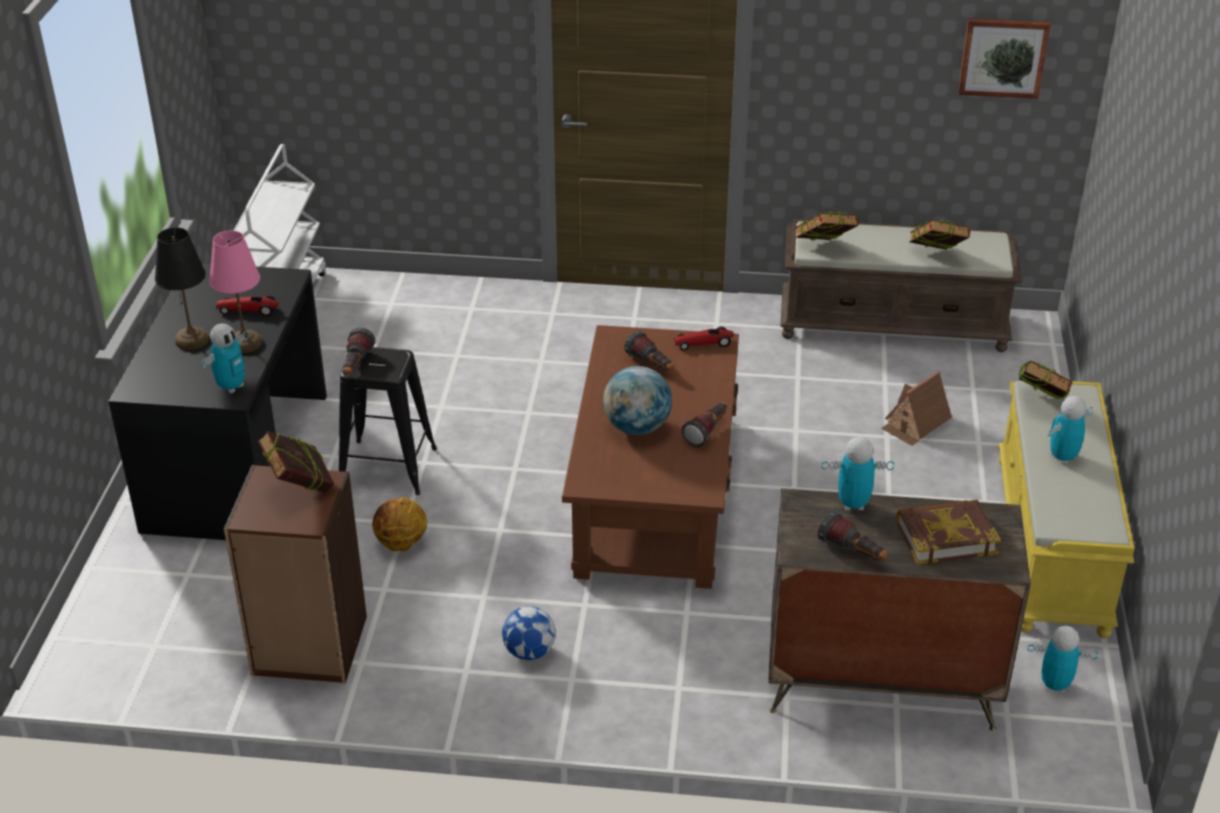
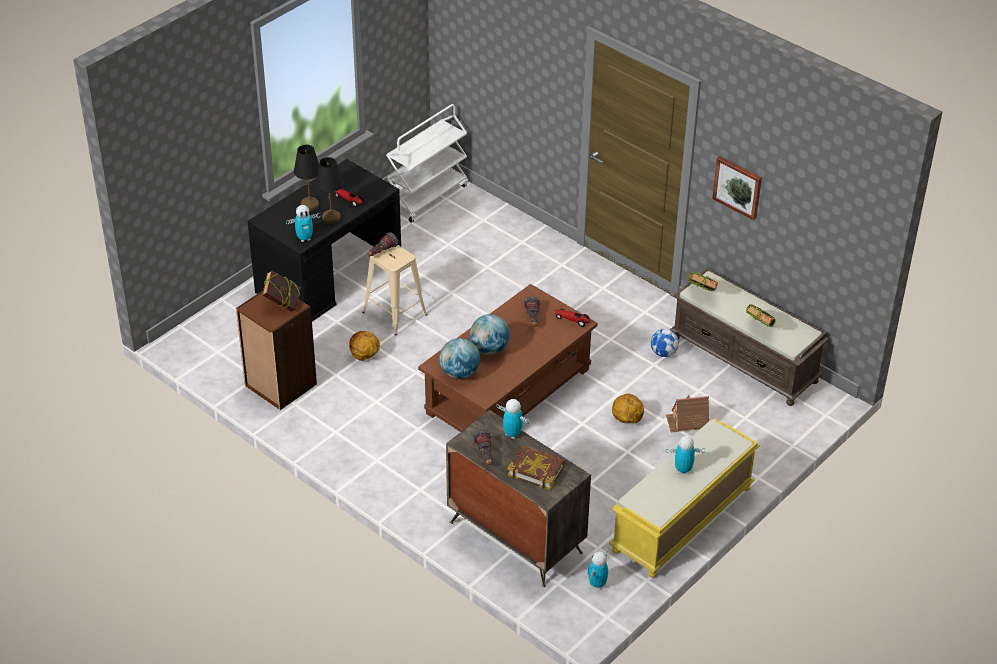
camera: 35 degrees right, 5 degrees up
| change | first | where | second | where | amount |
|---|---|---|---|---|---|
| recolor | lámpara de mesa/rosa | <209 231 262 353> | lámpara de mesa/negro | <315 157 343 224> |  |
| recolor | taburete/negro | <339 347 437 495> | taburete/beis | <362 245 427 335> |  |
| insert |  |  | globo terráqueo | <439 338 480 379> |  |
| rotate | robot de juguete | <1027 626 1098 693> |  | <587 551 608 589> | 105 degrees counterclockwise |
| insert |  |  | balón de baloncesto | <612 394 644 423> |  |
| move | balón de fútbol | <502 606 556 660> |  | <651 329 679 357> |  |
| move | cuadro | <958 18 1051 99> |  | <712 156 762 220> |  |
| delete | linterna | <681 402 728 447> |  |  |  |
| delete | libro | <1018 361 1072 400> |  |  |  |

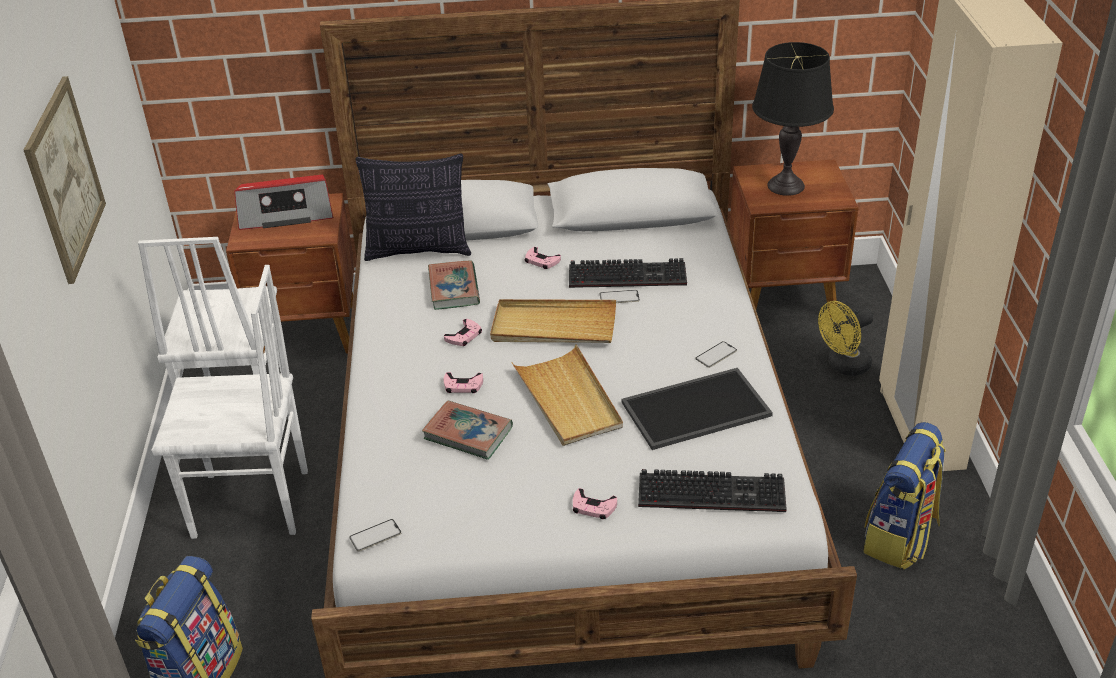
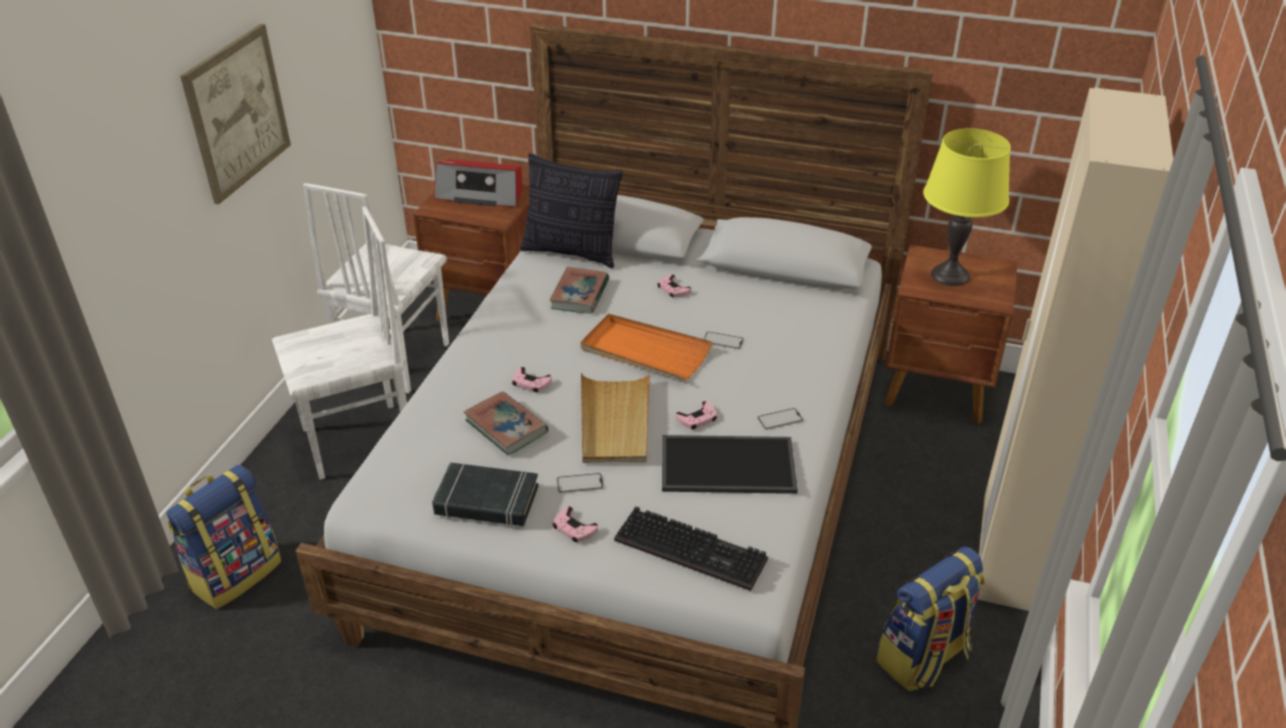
camera: 20 degrees right, 0 degrees up
| change | first | where | second | where | amount |
|---|---|---|---|---|---|
| rotate | silla/blanco | <151 265 308 539> |  | <272 206 407 480> | 45 degrees counterclockwise |
| insert |  |  | libro/negro | <432 462 539 527> |  |
| move | móvil | <349 519 401 552> |  | <557 473 603 493> |  |
| recolor | bandeja/beis | <490 299 616 343> | bandeja/naranja | <581 314 712 380> |  |
| move | mando de consola/rosa | <444 319 482 346> |  | <676 401 717 430> |  |
| recolor | lámpara de mesa/negro | <752 42 834 196> | lámpara de mesa/amarillo | <923 128 1011 286> |  |
| delete | teclado | <569 258 687 288> |  |  |  |
| delete | ventilador/amarillo | <818 301 873 376> |  |  |  |

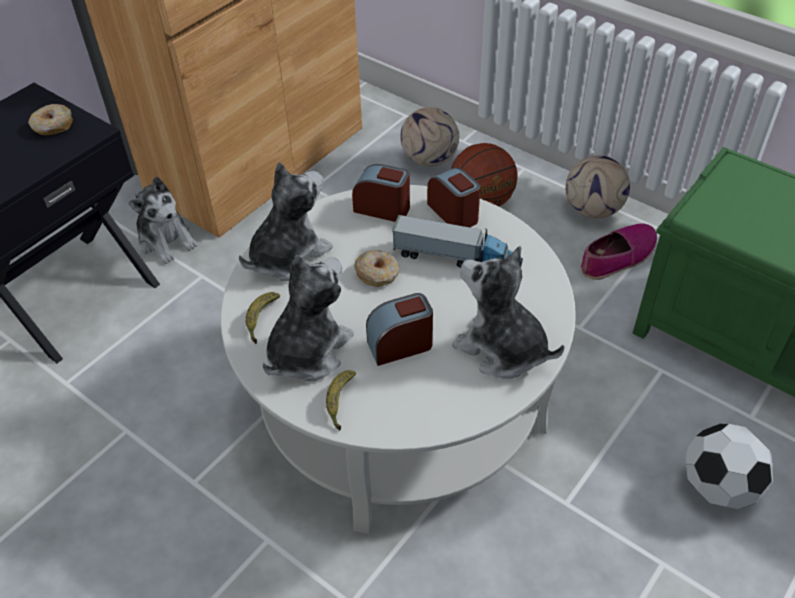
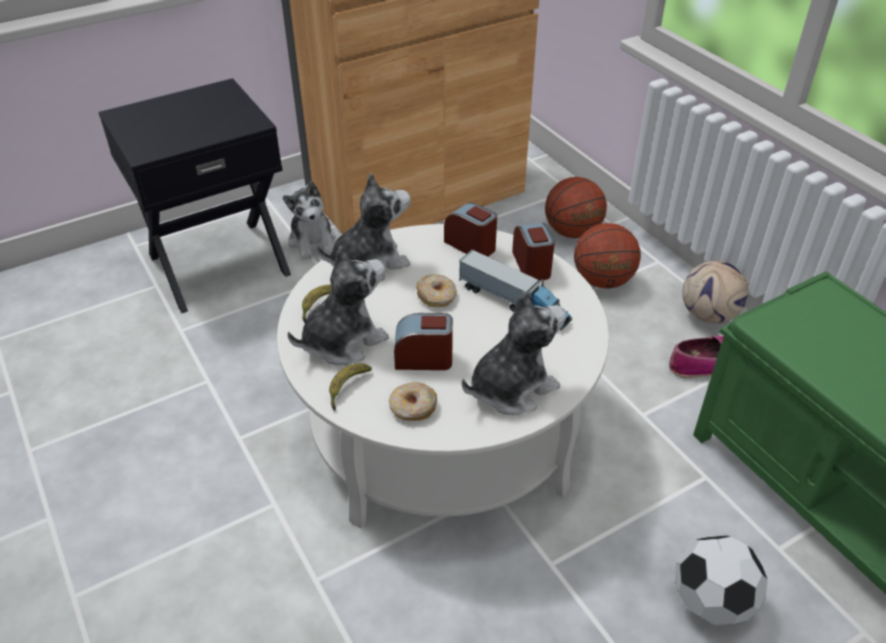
camera: 20 degrees right, 5 degrees down
| change | first | where | second | where | amount |
|---|---|---|---|---|---|
| move | rosquilla | <28 104 73 135> |  | <388 382 437 421> |  |
| rotate | peluche | <452 246 564 379> |  | <462 291 566 415> | 90 degrees clockwise |
| replace | balón de fútbol | <400 107 459 167> | balón de baloncesto | <545 177 607 238> |  |

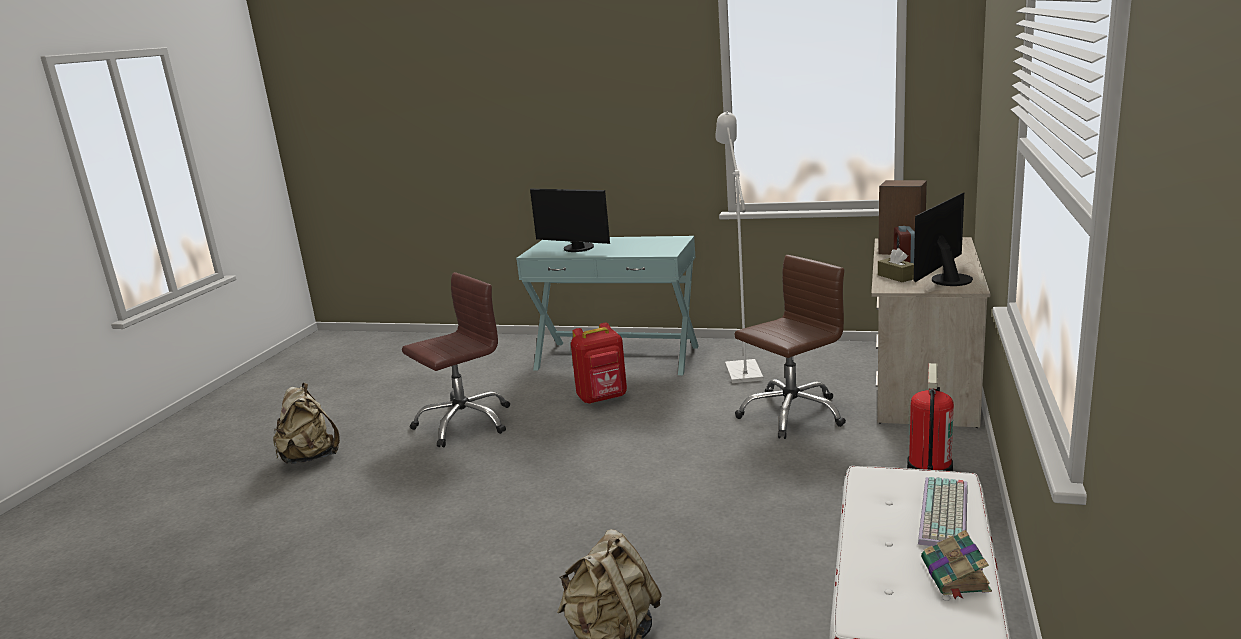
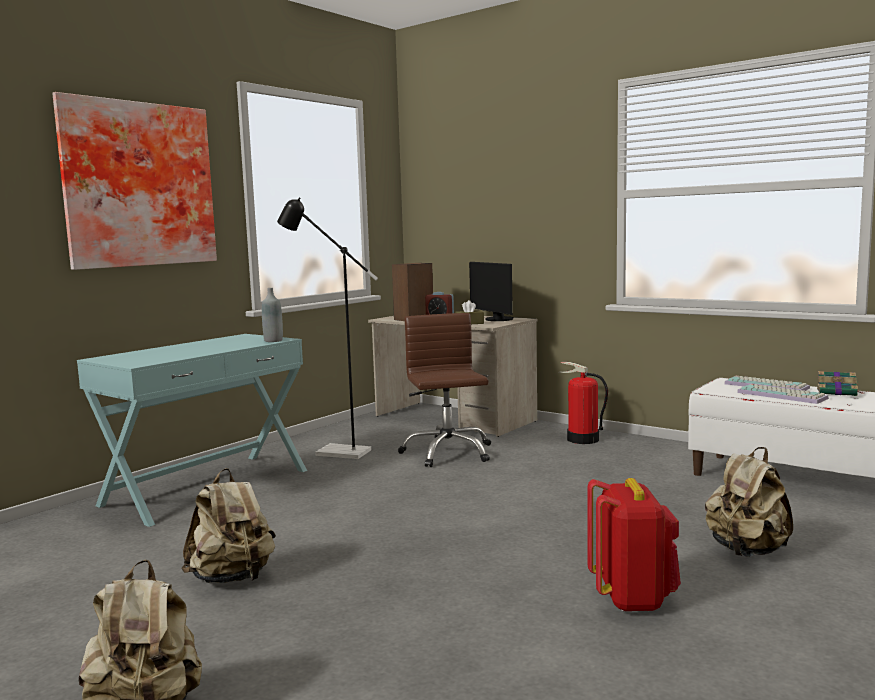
camera: 70 degrees left, 10 degrees down
| change | first | where | second | where | amount |
|---|---|---|---|---|---|
| insert |  |  | cuadro | <52 92 217 270> |  |
| replace | silla de oficina/marrón | <402 272 510 447> | mochila/beis | <181 468 276 583> |  |
| insert |  |  | botella/gris | <262 288 283 342> |  |
| recolor | lámpara de pie/blanco | <715 111 763 383> | lámpara de pie/negro | <277 197 378 459> |  |
| move | mochila/rojo | <571 323 627 404> |  | <587 478 681 612> |  |
| insert |  |  | teclado | <737 384 829 404> |  |
| delete | monitor | <530 188 610 252> |  |  |  |

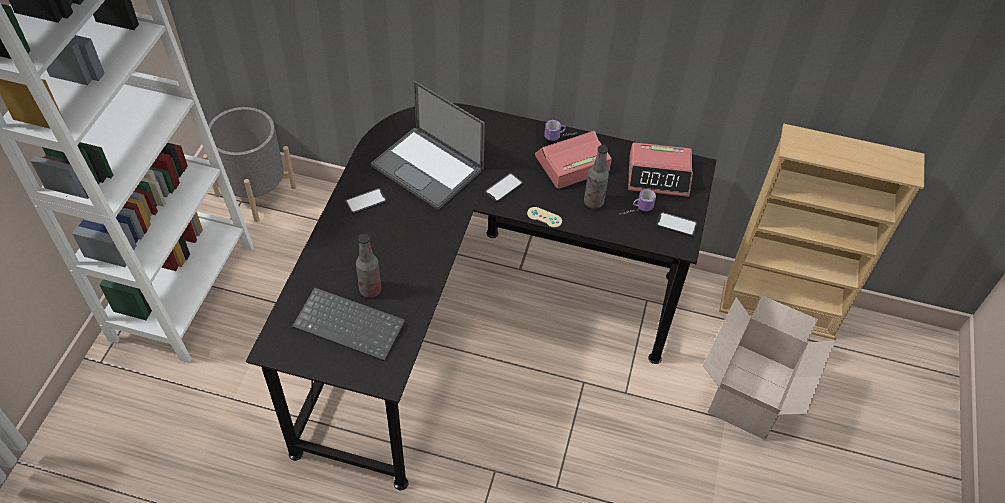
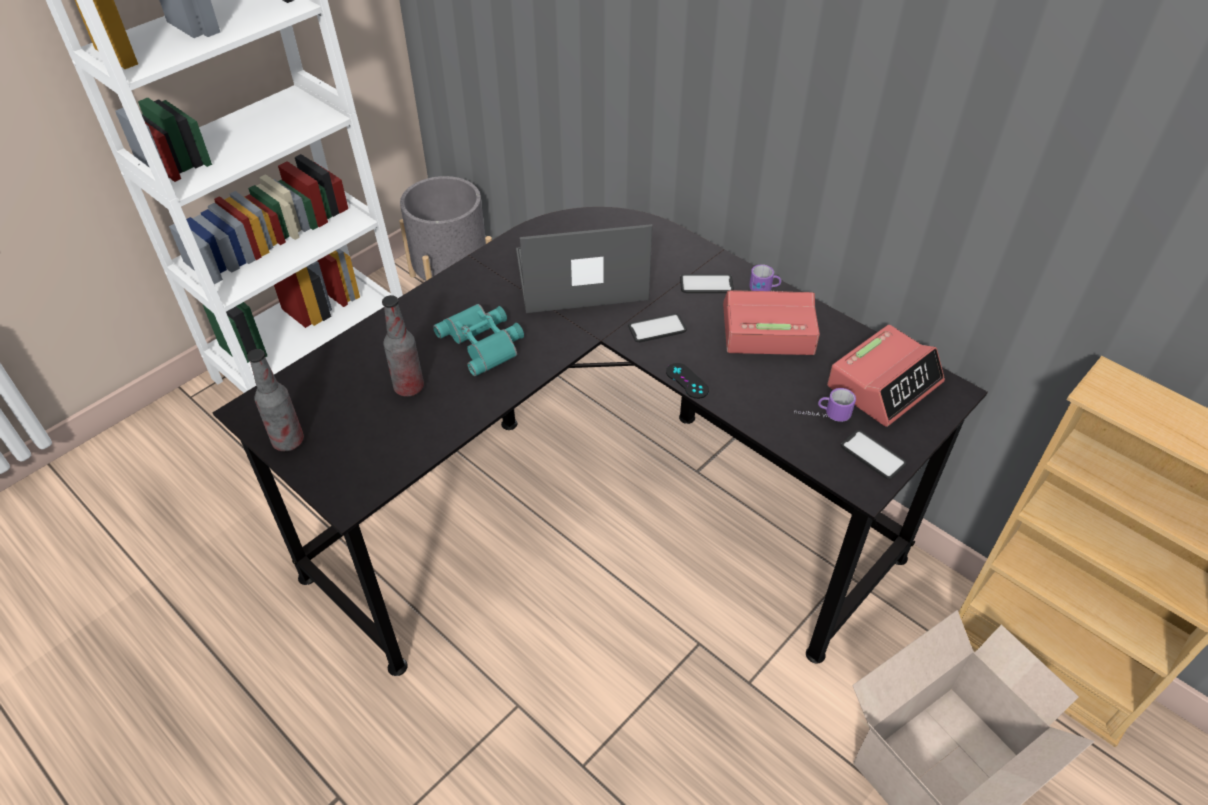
camera: 30 degrees right, 5 degrees down
| change | first | where | second | where | amount |
|---|---|---|---|---|---|
| move | botella | <584 145 609 209> |  | <247 349 304 451> |  |
| insert |  |  | prismáticos/turquesa | <433 304 524 376> |  |
| rotate | portátil | <371 81 485 210> |  | <516 224 652 313> | 105 degrees clockwise |
| recolor | mando de consola/beis | <527 207 562 228> | mando de consola/negro | <666 363 709 399> |  |
| move | móvil | <345 188 387 214> |  | <680 274 734 293> |  |
| rotate | despertador | <628 142 693 197> |  | <827 325 945 427> | 75 degrees counterclockwise |
| delete | teclado | <292 287 405 362> |  |  |  |

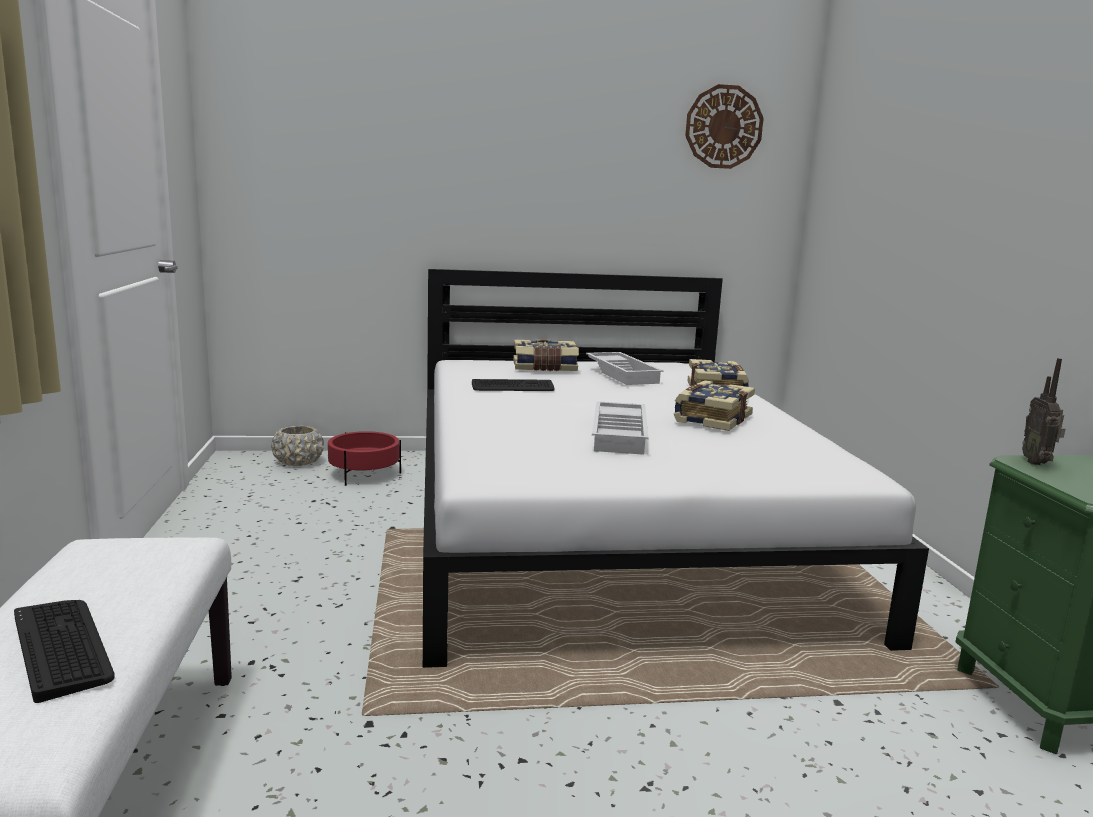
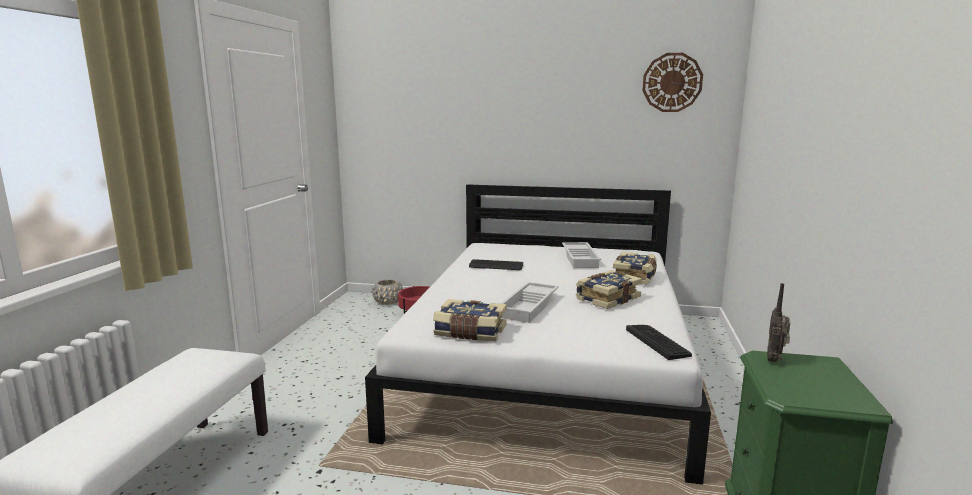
camera: 20 degrees right, 0 degrees up
| change | first | where | second | where | amount |
|---|---|---|---|---|---|
| move | libro | <513 339 579 371> |  | <433 299 507 342> |  |
| move | teclado | <14 600 115 703> |  | <626 325 692 360> |  |

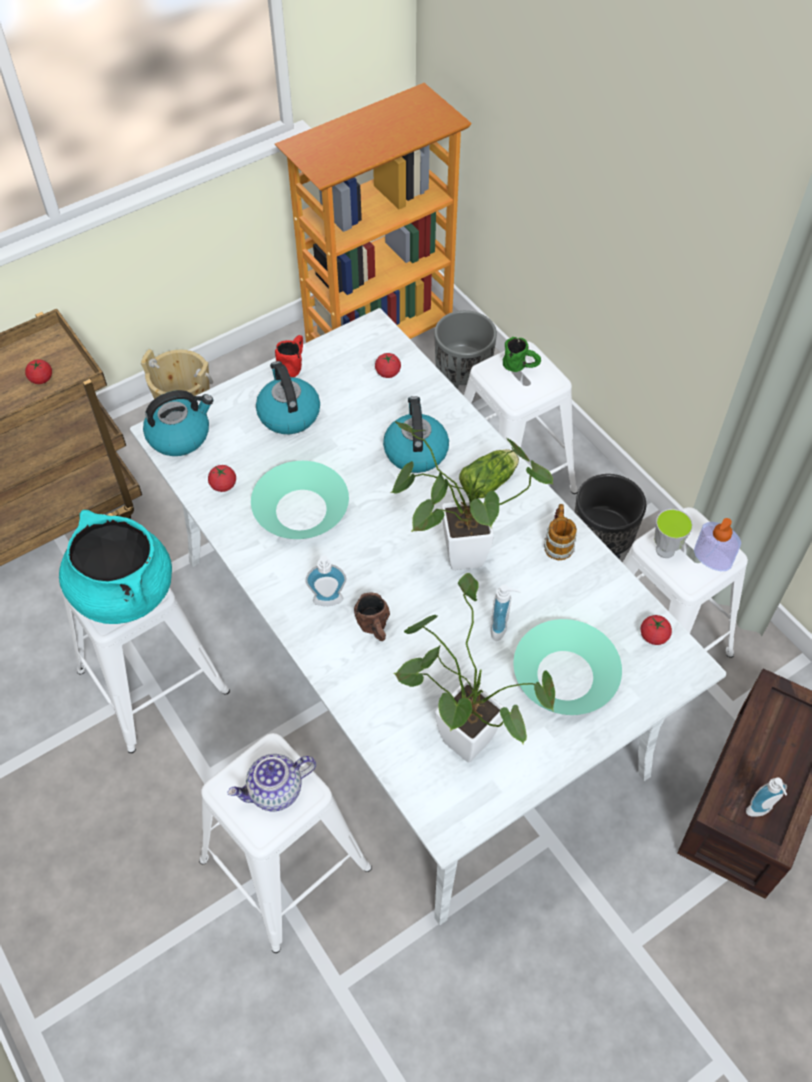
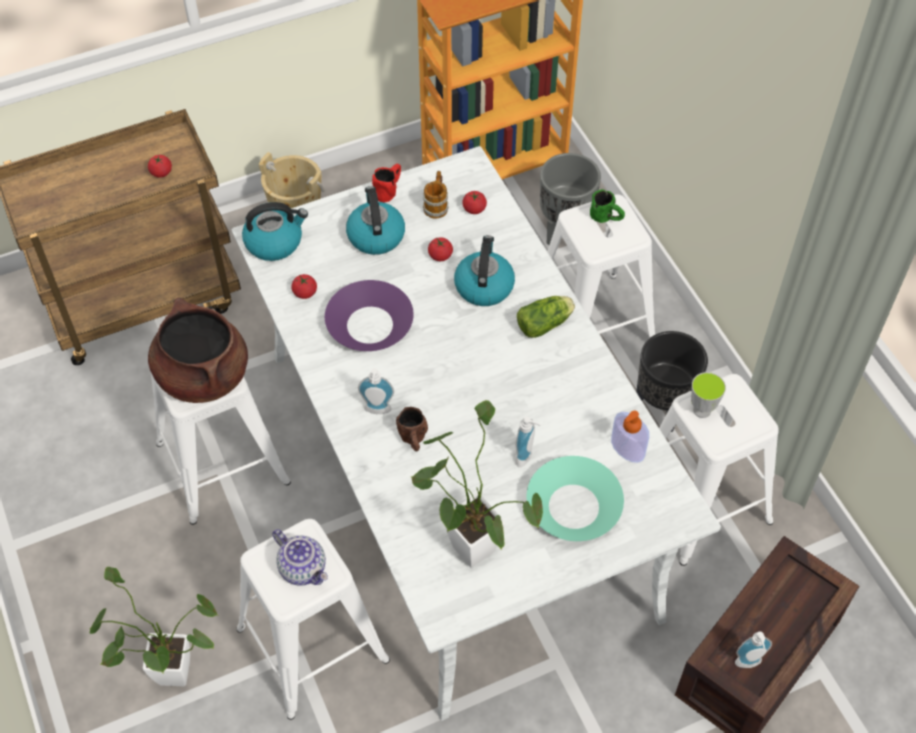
camera: 10 degrees right, 0 degrees up
| change | first | where | second | where | amount |
|---|---|---|---|---|---|
| move | planta en maceta | <390 421 553 570> |  | <90 567 219 686> |  |
| recolor | olla/turquesa | <59 510 172 624> | olla/marrón | <148 298 248 403> |  |
| rotate | tetera | <227 754 316 811> |  | <272 529 328 586> | 120 degrees counterclockwise |
| recolor | cuenco/turquesa | <251 461 349 539> | cuenco/morado | <325 280 414 351> |  |
| move | taza grande | <544 504 577 560> |  | <423 171 448 218> |  |
| move | tomate | <640 615 672 645> |  | <428 237 453 261> |  |
| move | dispensador de jabón | <694 518 741 571> |  | <611 411 649 463> |  |

